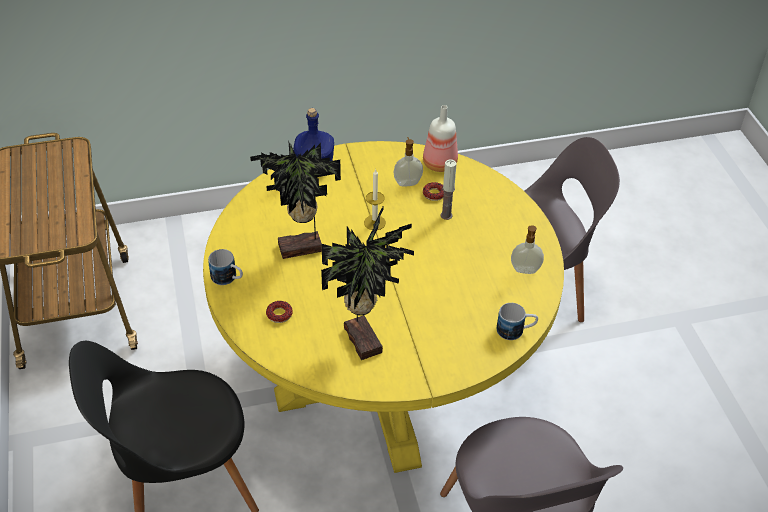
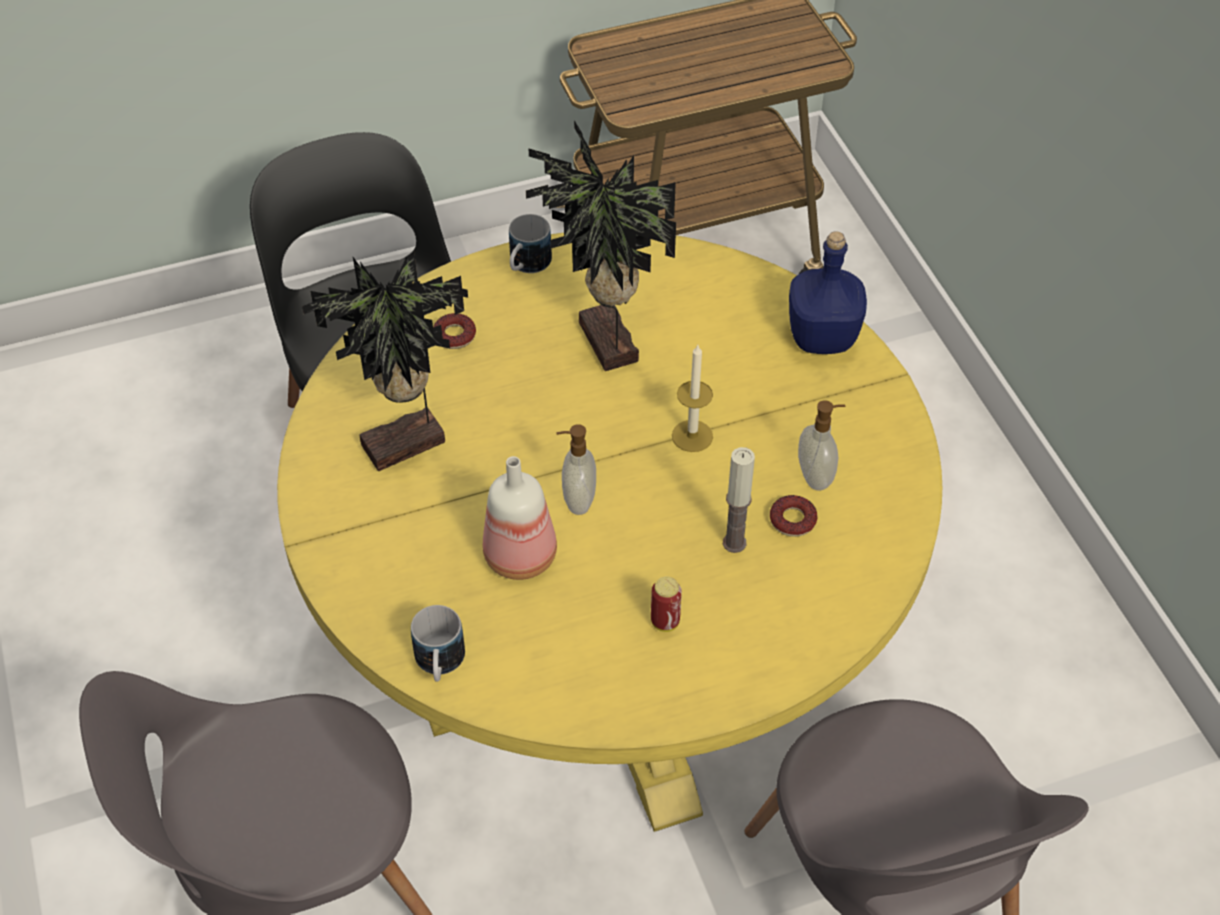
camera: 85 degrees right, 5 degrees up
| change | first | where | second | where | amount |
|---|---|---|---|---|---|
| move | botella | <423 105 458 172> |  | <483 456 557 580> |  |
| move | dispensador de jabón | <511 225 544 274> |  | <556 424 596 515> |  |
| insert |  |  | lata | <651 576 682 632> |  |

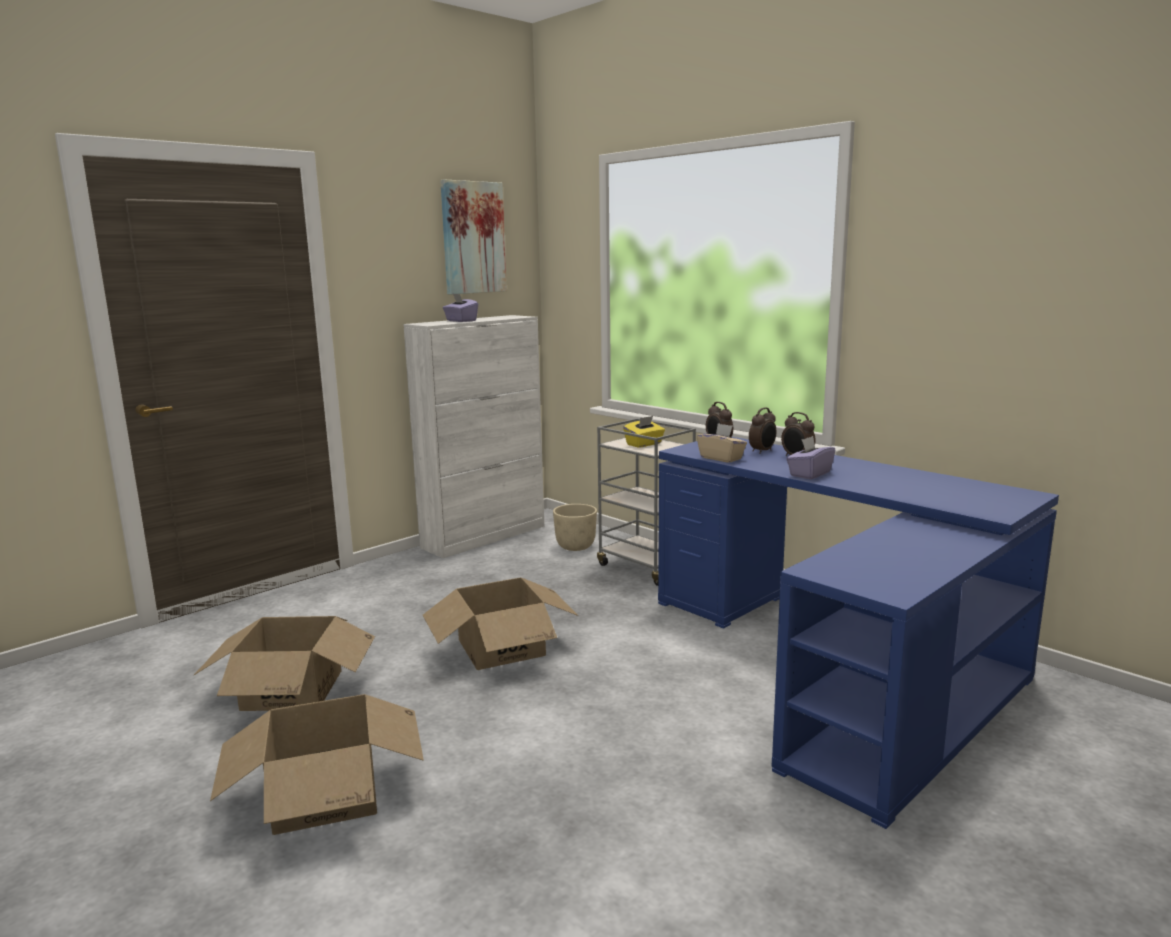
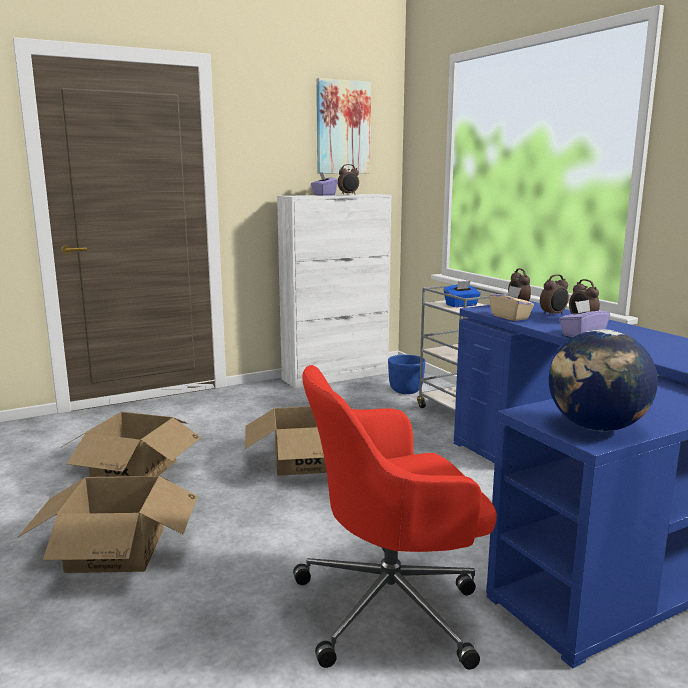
camera: 15 degrees right, 0 degrees up
| change | first | where | second | where | amount |
|---|---|---|---|---|---|
| insert |  |  | silla de oficina/rojo | <293 365 497 670> |  |
| insert |  |  | despertador | <337 164 359 195> |  |
| recolor | maceta/beis | <553 504 597 551> | maceta/azul | <388 355 426 394> |  |
| recolor | caja de pañuelos/amarillo | <623 416 665 448> | caja de pañuelos/azul | <443 281 481 307> |  |
| insert |  |  | globo terráqueo | <549 329 658 431> |  |

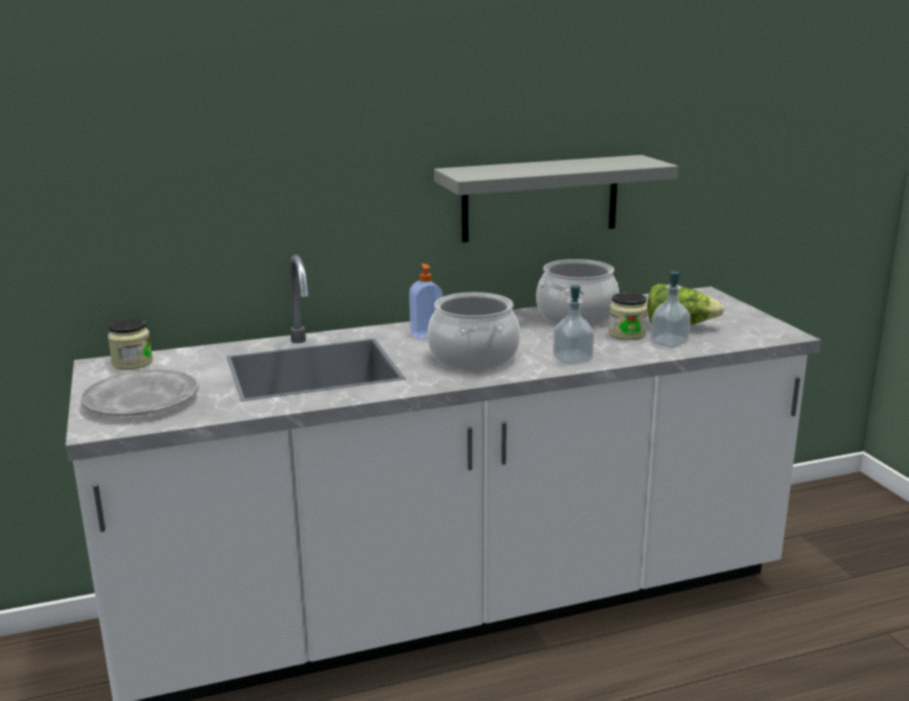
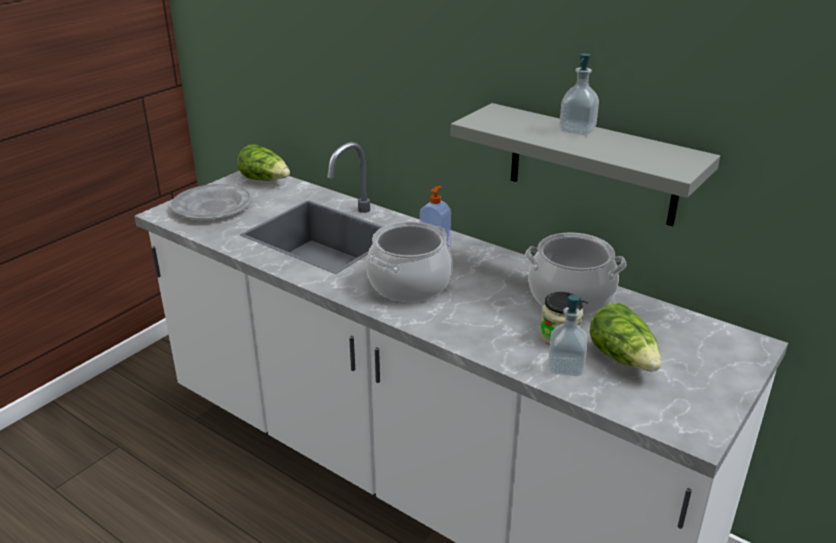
camera: 55 degrees right, 10 degrees up
| change | first | where | second | where | amount |
|---|---|---|---|---|---|
| replace | tarro | <108 318 153 370> | lechuga | <237 144 290 181> |  |
| move | dispensador de jabón | <553 285 594 365> |  | <559 53 599 135> |  |

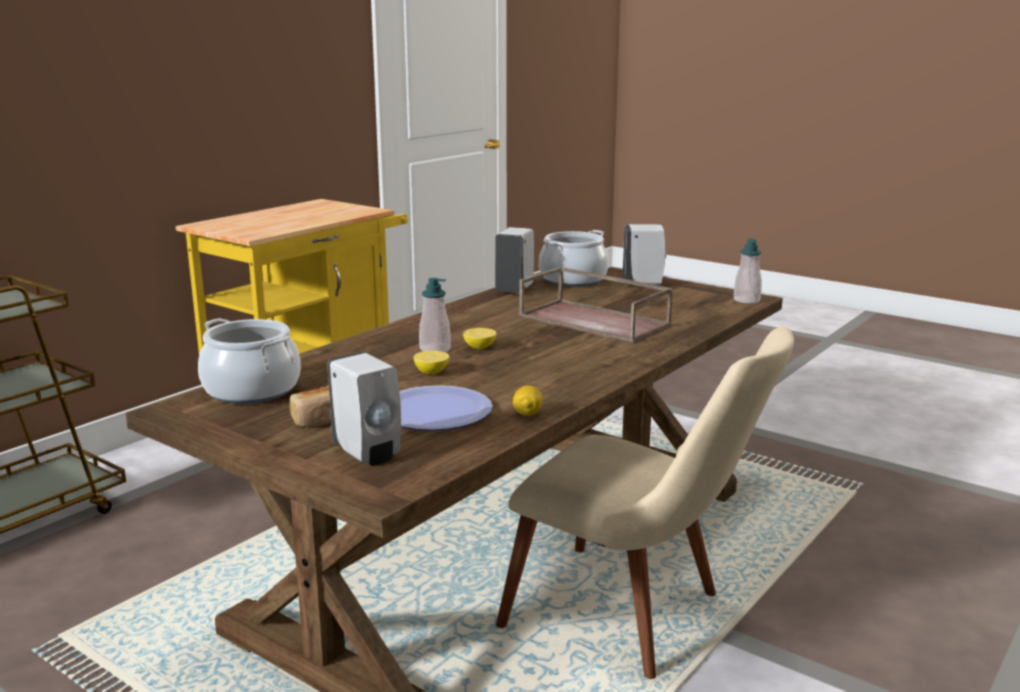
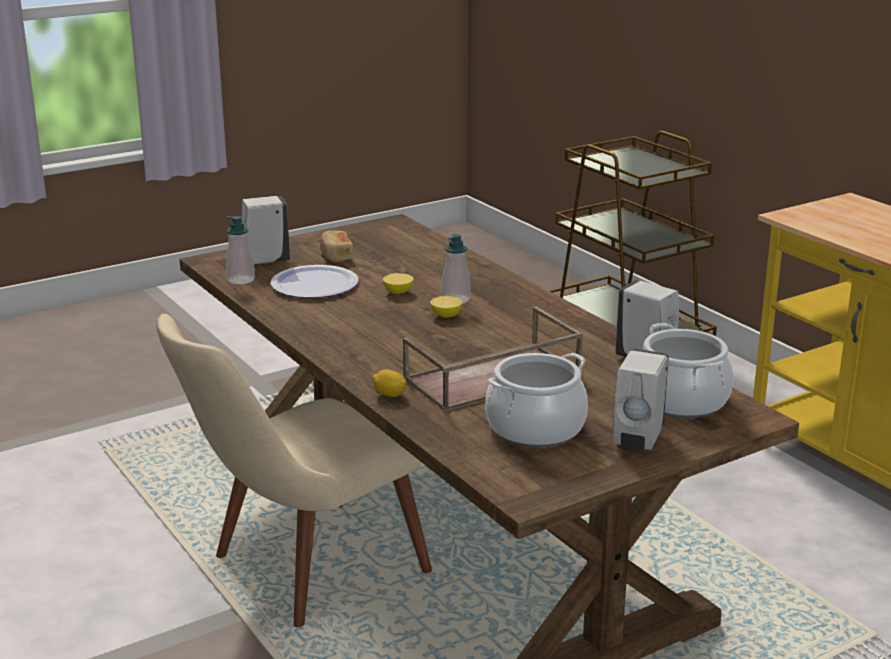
camera: 110 degrees right, 5 degrees up
| change | first | where | second | where | amount |
|---|---|---|---|---|---|
| move | dispensador de jabón | <733 239 762 304> |  | <226 216 255 284> |  |
| move | limón | <513 386 543 416> |  | <372 369 407 397> |  |
| move | olla | <198 318 301 404> |  | <485 353 588 447> |  |

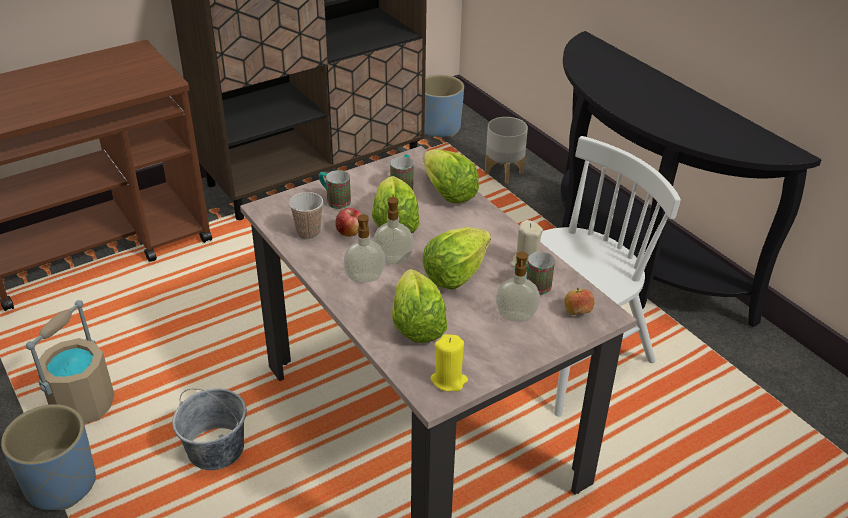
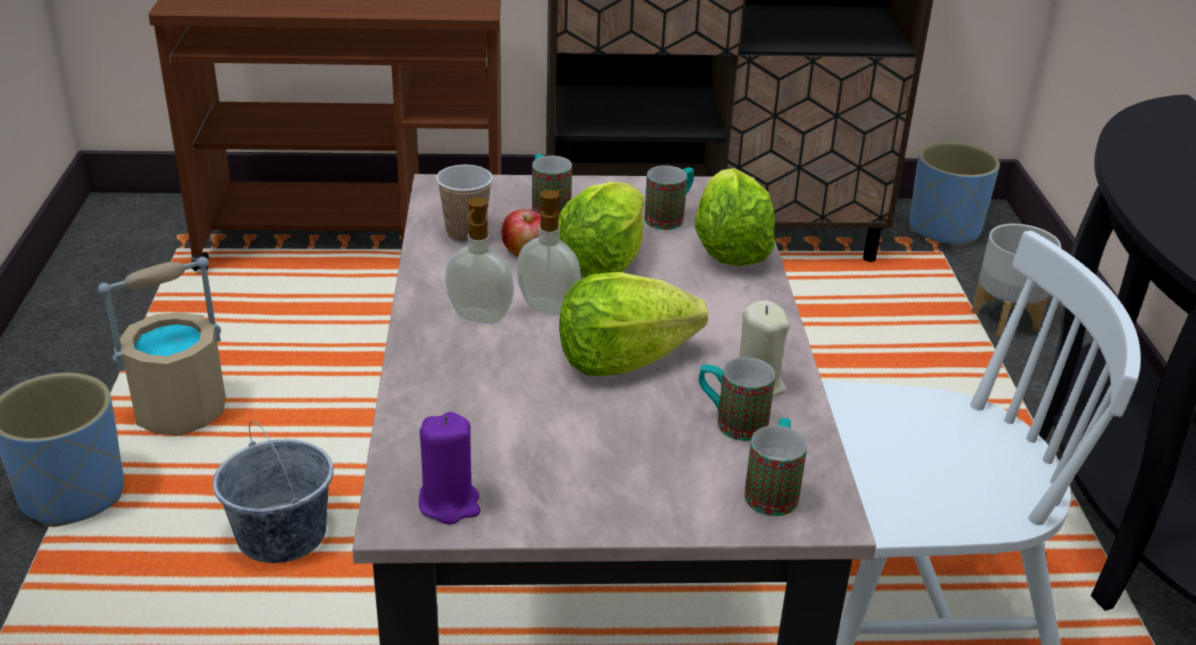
camera: 30 degrees right, 5 degrees down
| change | first | where | second | where | amount |
|---|---|---|---|---|---|
| recolor | vela/amarillo | <430 334 468 391> | vela/morado | <419 412 481 525> |  |
| replace | manzana | <564 288 595 315> | taza grande | <744 418 807 516> |  |
| delete | lechuga | <392 269 447 343> |  |  |  |
| delete | dispensador de jabón | <496 252 540 321> |  |  |  |

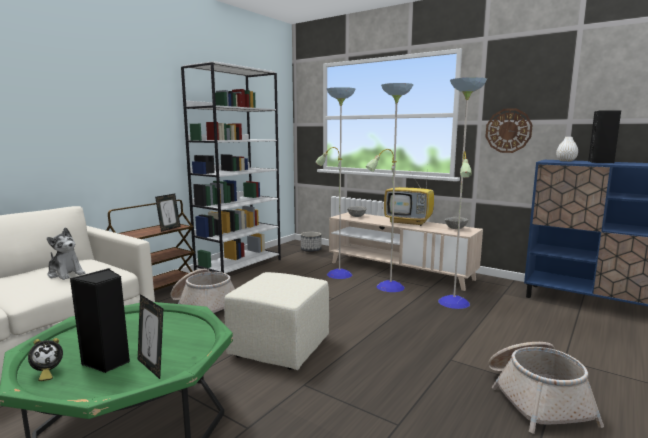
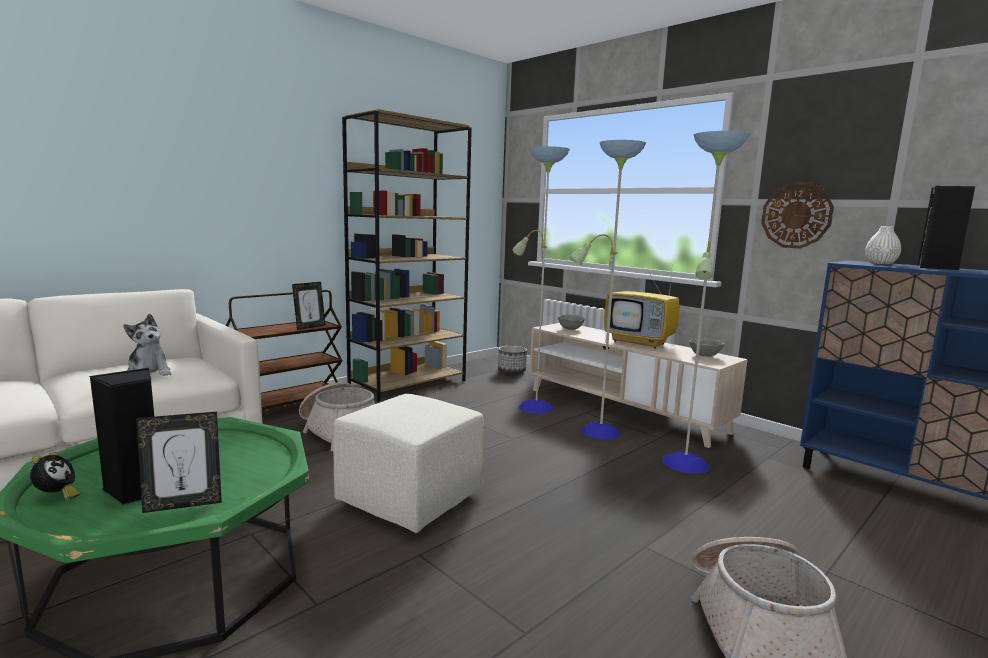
camera: 10 degrees right, 0 degrees up
| change | first | where | second | where | amount |
|---|---|---|---|---|---|
| rotate | despertador | <28 338 63 381> |  | <30 452 80 500> | 60 degrees counterclockwise |
| rotate | portarretratos | <138 294 163 379> |  | <136 412 222 513> | 75 degrees counterclockwise |
| recolor | estantería/blanco | <181 61 281 273> | estantería/marrón | <342 109 472 402> |  |

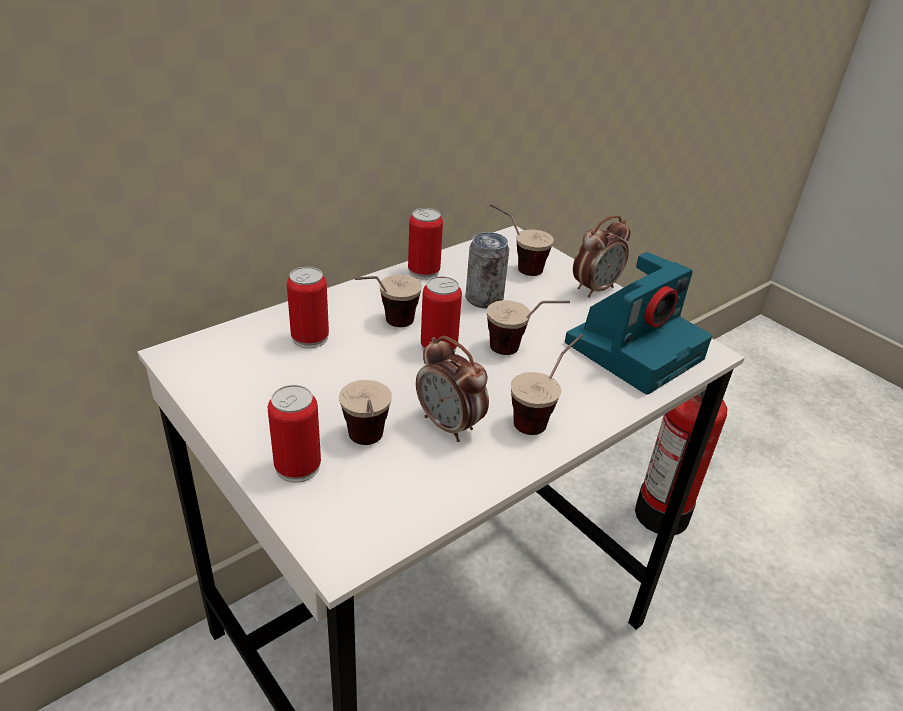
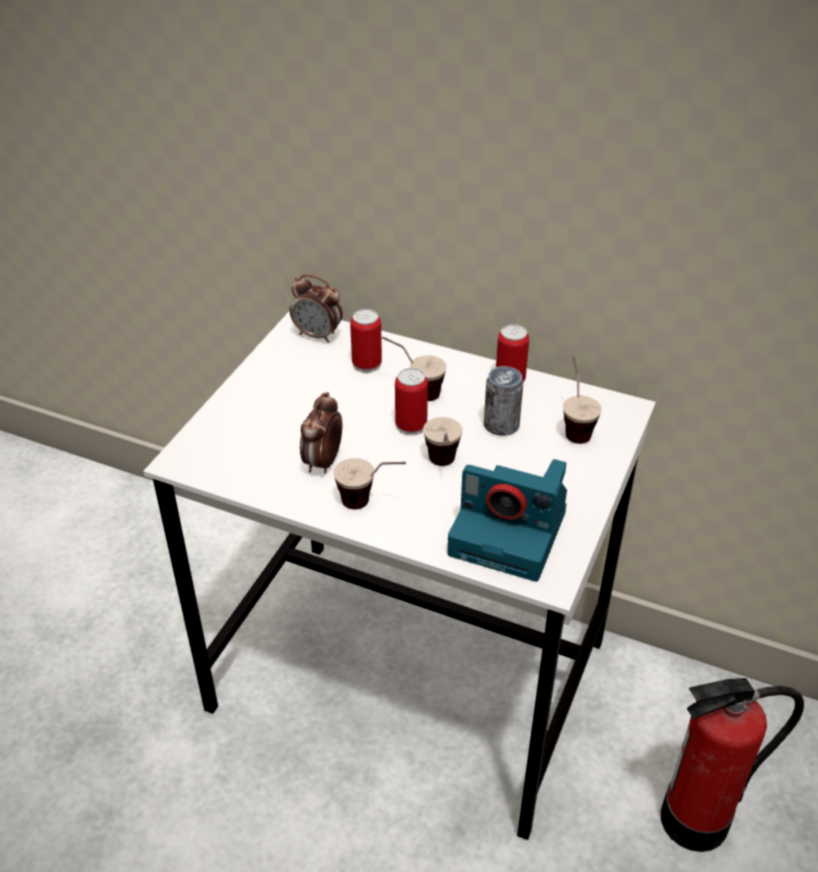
camera: 65 degrees right, 5 degrees up
| change | first | where | second | where | amount |
|---|---|---|---|---|---|
| move | despertador | <573 215 630 298> |  | <290 274 343 343> |  |
| delete | lata | <268 385 321 483> |  |  |  |
| delete | taza | <339 380 392 445> |  |  |  |

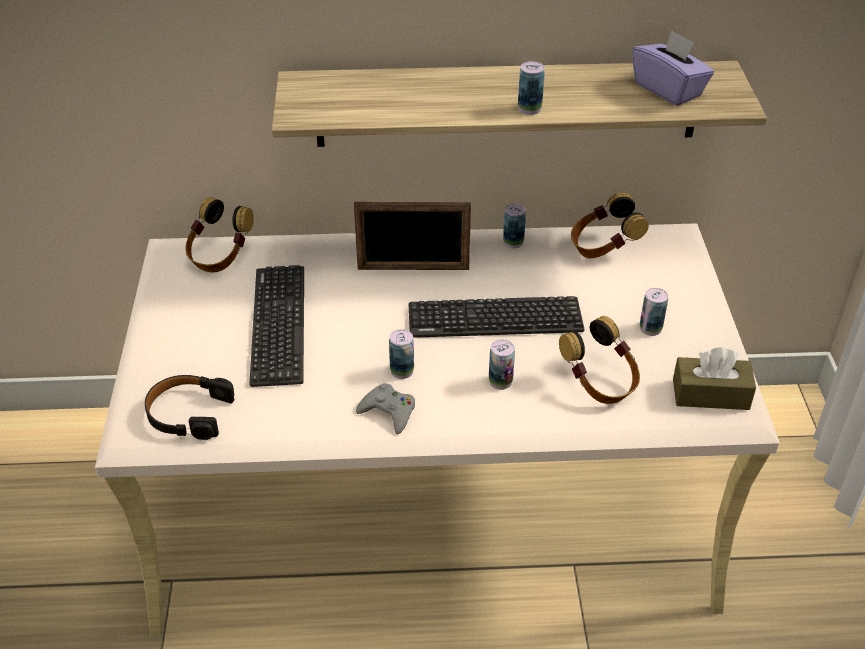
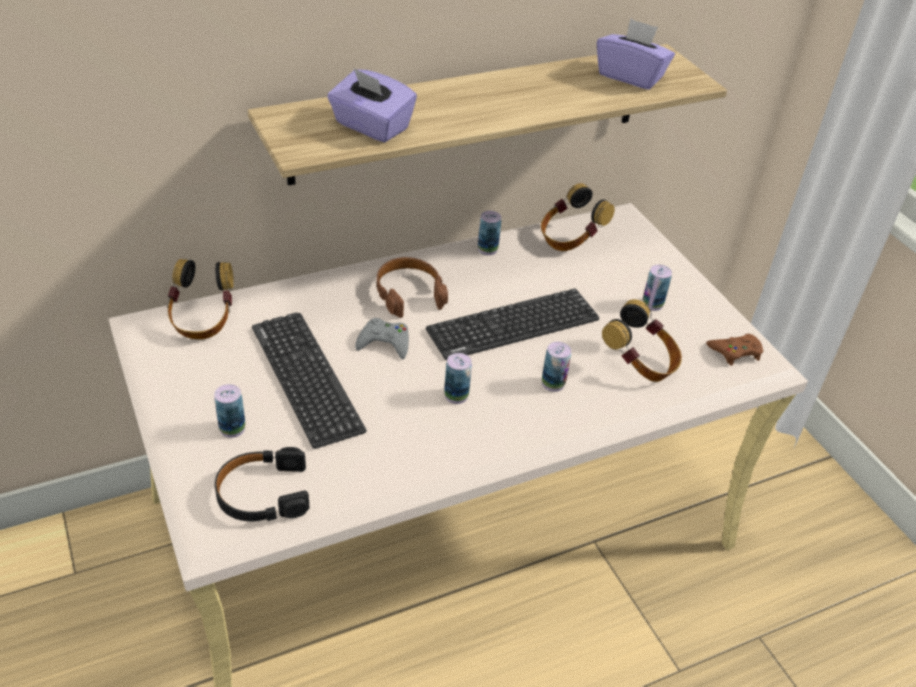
camera: 25 degrees left, 0 degrees up
| change | first | where | second | where | amount |
|---|---|---|---|---|---|
| move | lata | <518 61 545 115> |  | <214 384 246 438> |  |
| insert |  |  | caja de pañuelos/morado | <327 68 417 142> |  |
| move | mando de consola/gris | <356 383 415 435> |  | <355 318 409 359> |  |
| replace | portarretratos | <354 202 471 270> | auriculares/marrón | <377 257 448 318> |  |
| replace | caja de pañuelos/marrón | <673 347 756 410> | mando de consola/marrón | <706 334 763 366> |  |

